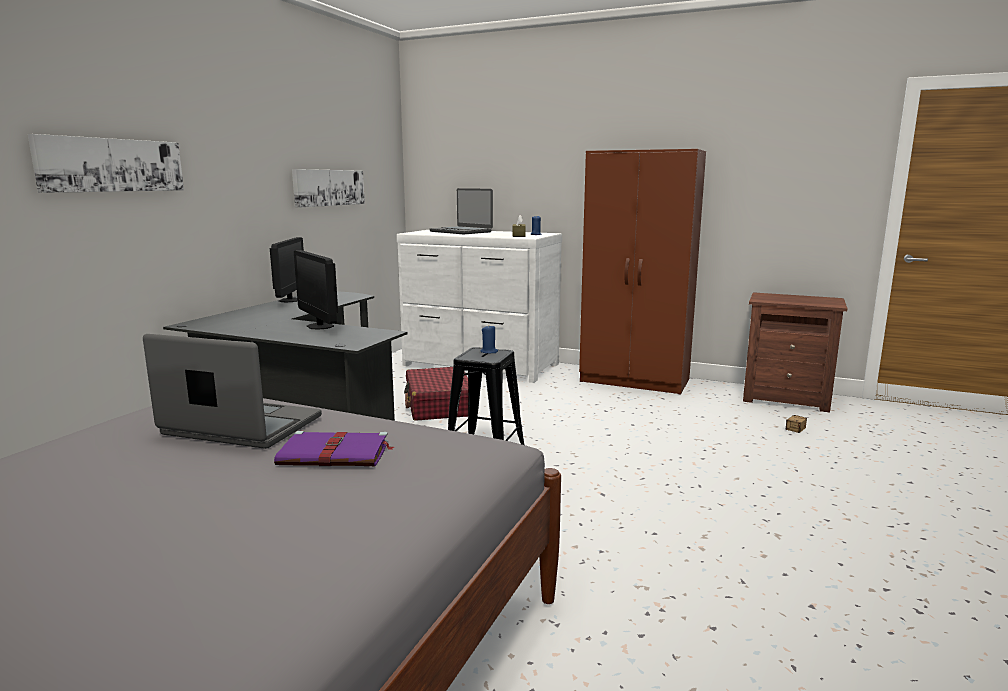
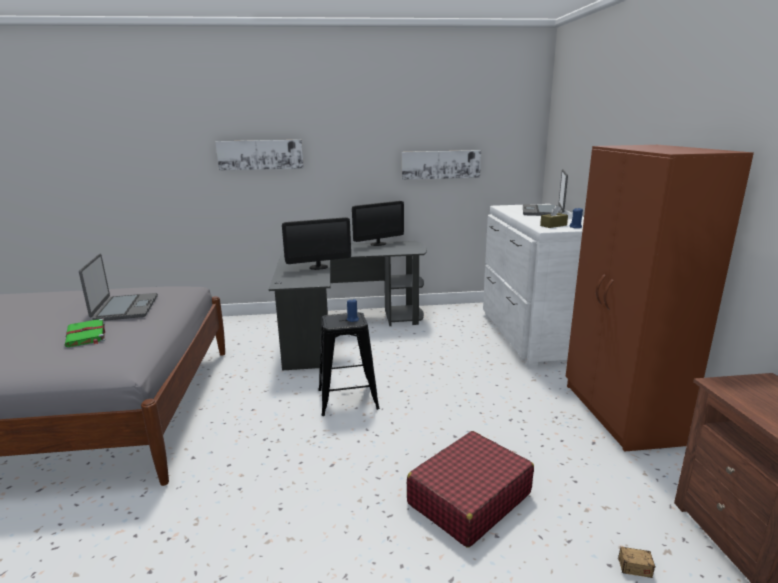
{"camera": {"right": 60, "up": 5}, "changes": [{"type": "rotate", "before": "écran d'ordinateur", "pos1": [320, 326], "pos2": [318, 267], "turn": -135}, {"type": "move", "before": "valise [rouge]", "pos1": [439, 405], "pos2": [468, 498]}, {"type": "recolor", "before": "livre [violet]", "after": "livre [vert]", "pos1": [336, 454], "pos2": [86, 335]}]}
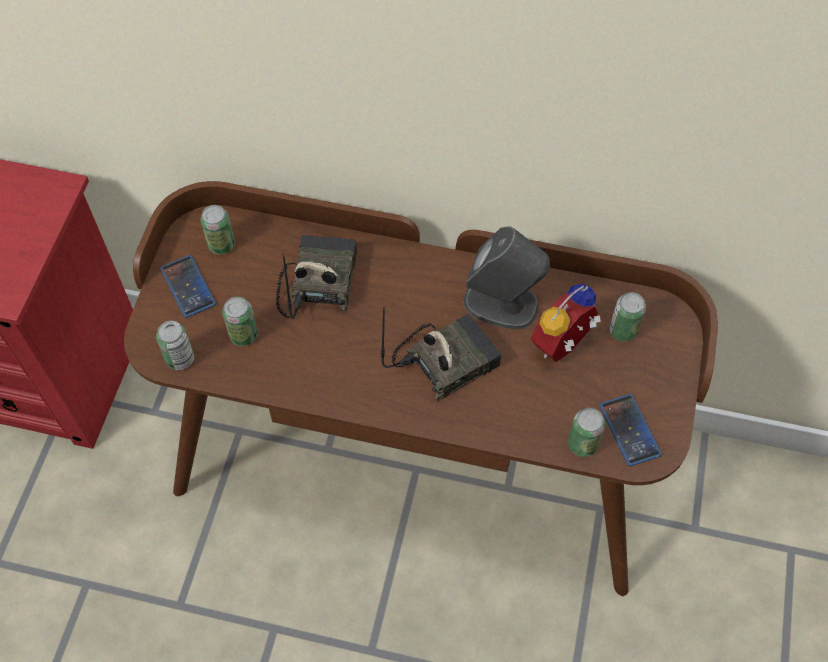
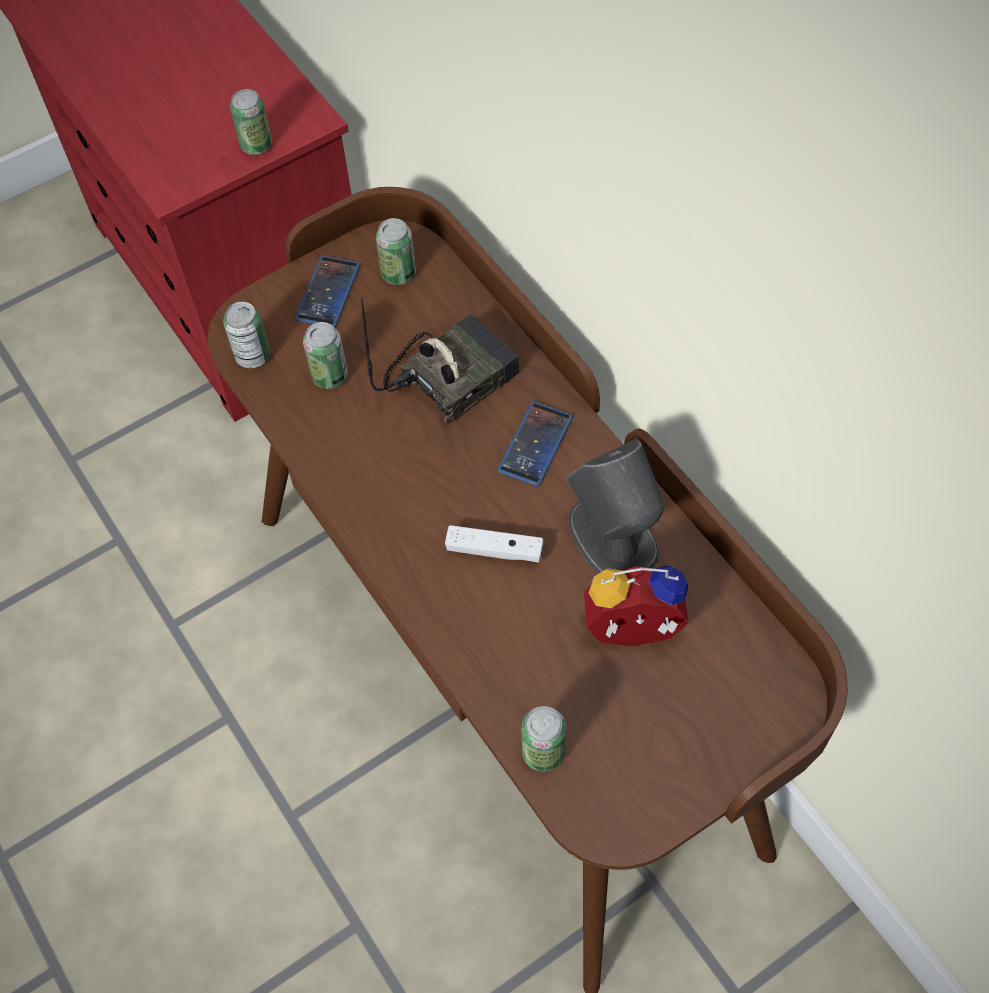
{"camera": {"right": 45, "up": 0}, "changes": [{"type": "move", "before": "boîte métallique", "pos1": [623, 330], "pos2": [256, 145]}, {"type": "replace", "before": "radio", "after": "manette [blanc]", "pos1": [445, 359], "pos2": [494, 550]}, {"type": "move", "before": "téléphone", "pos1": [629, 430], "pos2": [535, 444]}]}
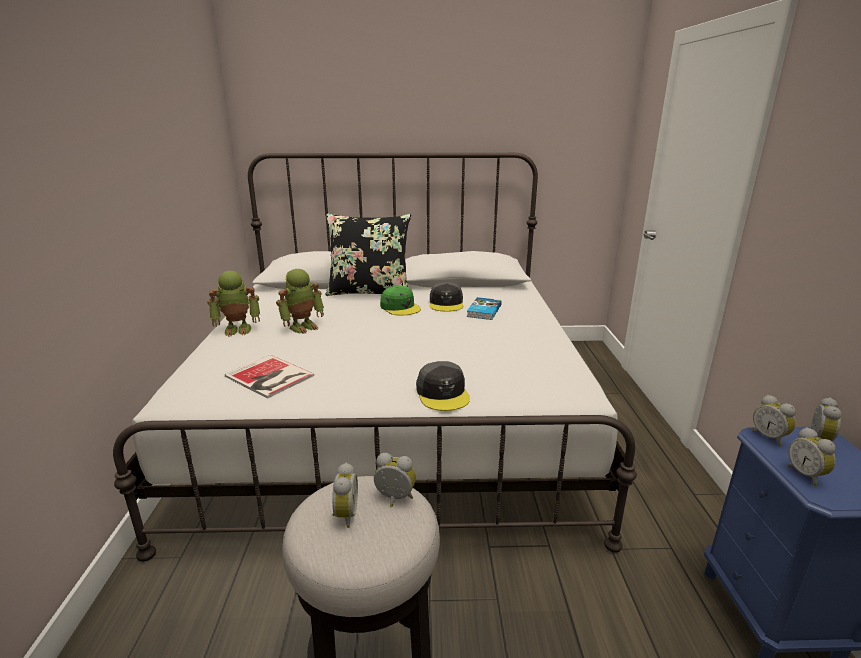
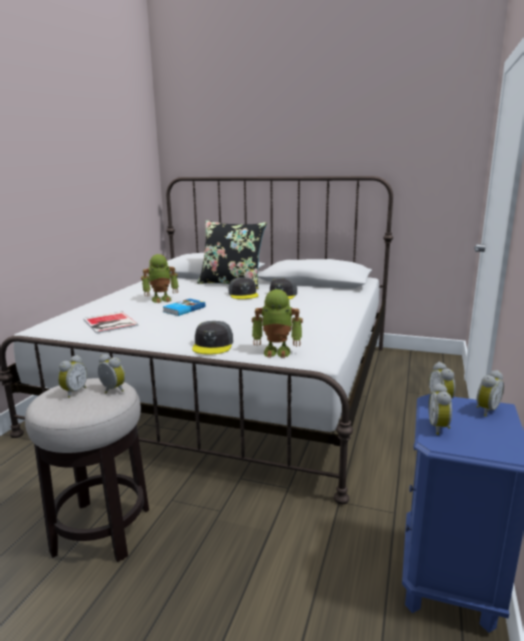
{"camera": {"right": 20, "up": -5}, "changes": [{"type": "move", "before": "robot jouet", "pos1": [238, 329], "pos2": [277, 351]}, {"type": "recolor", "before": "casquette [vert]", "after": "casquette [gris]", "pos1": [400, 307], "pos2": [243, 294]}, {"type": "move", "before": "livre", "pos1": [483, 311], "pos2": [183, 309]}]}
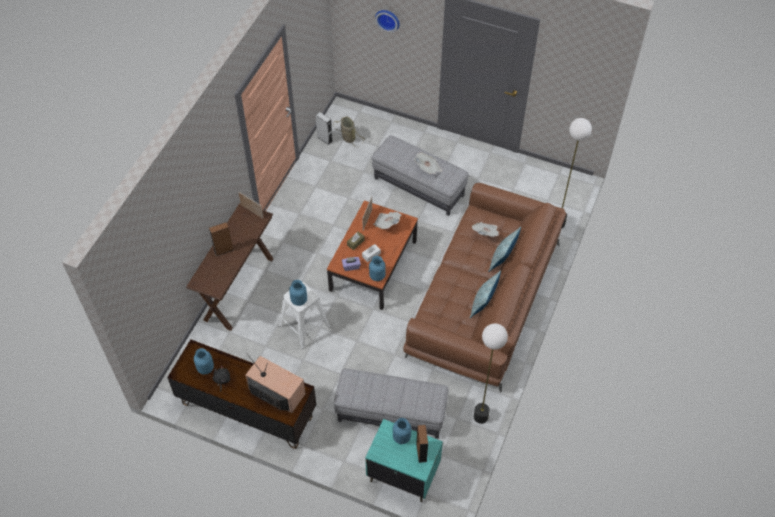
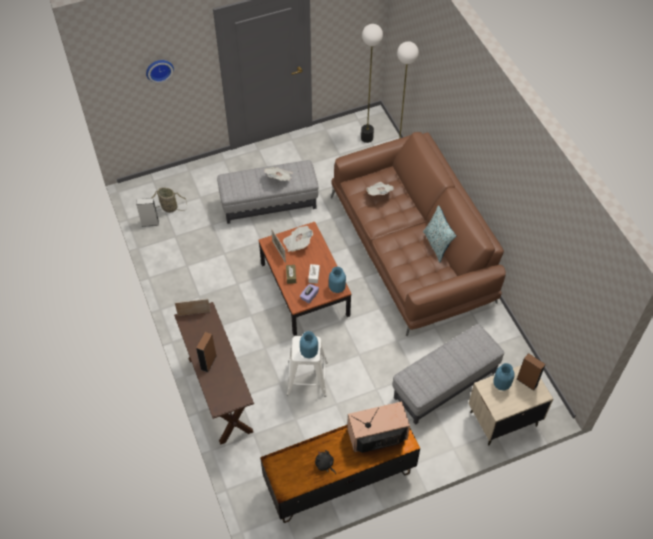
{"camera": {"right": -45, "up": 0}, "changes": [{"type": "delete", "before": "coussin", "pos1": [502, 259]}, {"type": "move", "before": "lampadaire", "pos1": [481, 417], "pos2": [367, 138]}, {"type": "delete", "before": "vase [bleu]", "pos1": [205, 368]}, {"type": "recolor", "before": "table de chevet [turquoise]", "after": "table de chevet [beige]", "pos1": [403, 474], "pos2": [502, 419]}]}
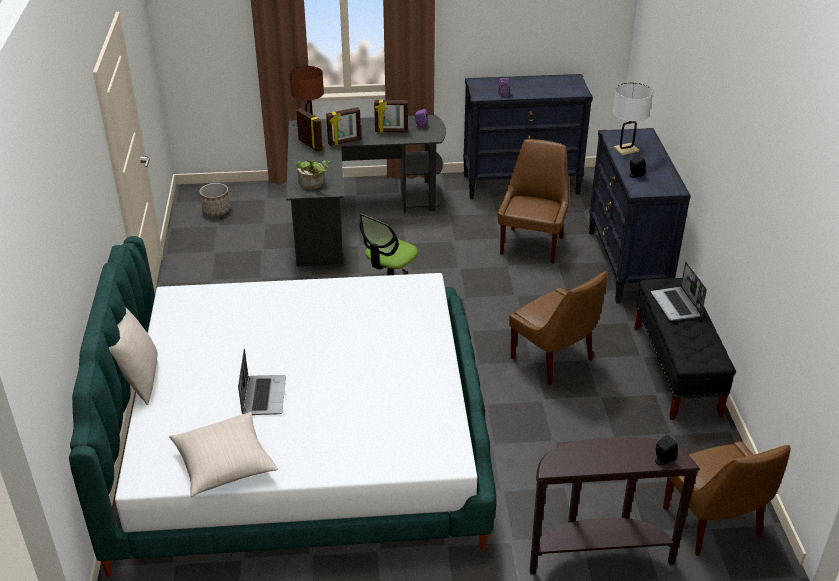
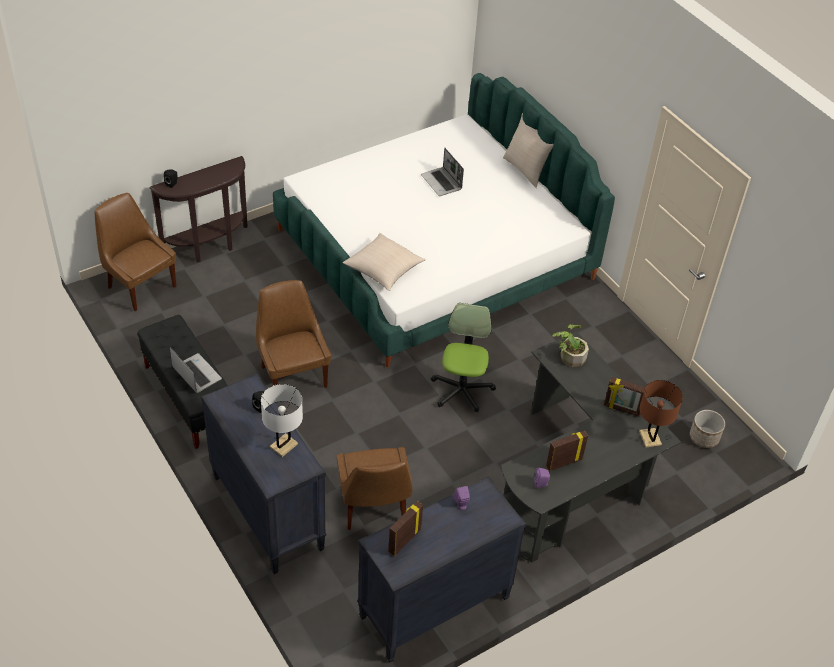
{"camera": {"right": 150, "up": 10}, "changes": [{"type": "move", "before": "cadre photo", "pos1": [344, 142], "pos2": [404, 540]}, {"type": "rotate", "before": "chaise [marron]", "pos1": [554, 360], "pos2": [293, 375], "turn": 45}, {"type": "move", "before": "coussin [beige]", "pos1": [224, 464], "pos2": [384, 269]}]}
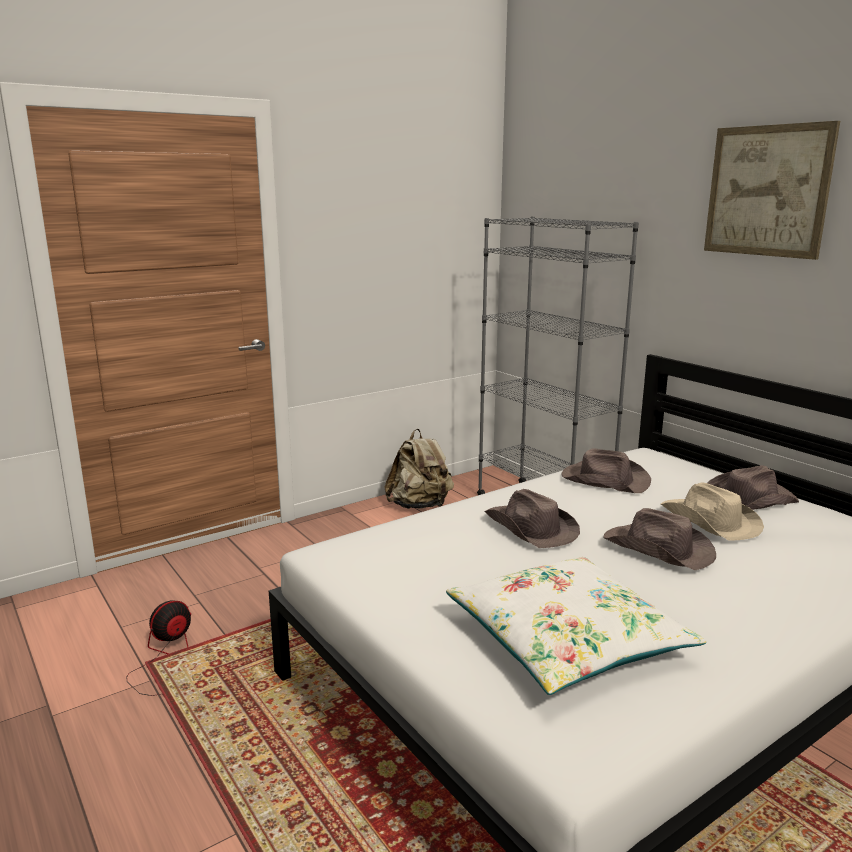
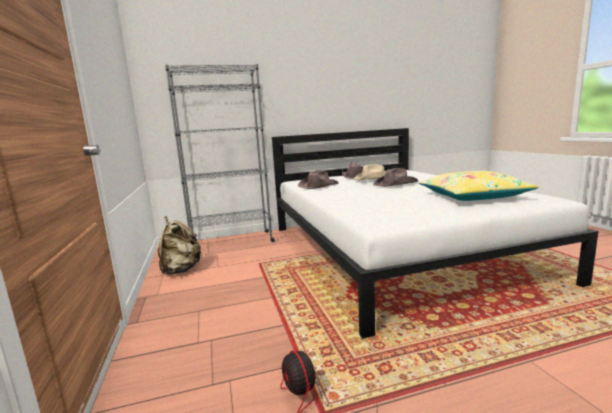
{"camera": {"right": -70, "up": -5}, "changes": [{"type": "delete", "before": "tableau", "pos1": [767, 191]}, {"type": "delete", "before": "chapeau [marron]", "pos1": [530, 528]}, {"type": "recolor", "before": "coussin [blanc]", "after": "coussin [jaune]", "pos1": [567, 640], "pos2": [472, 197]}]}
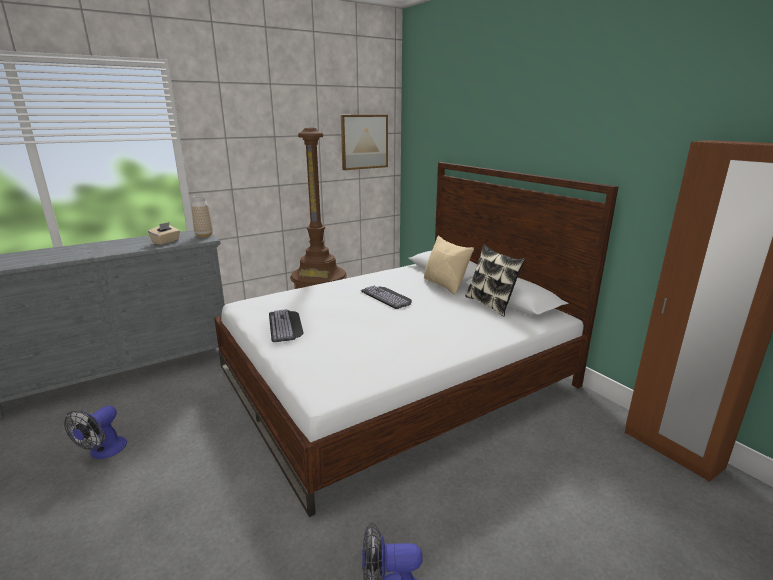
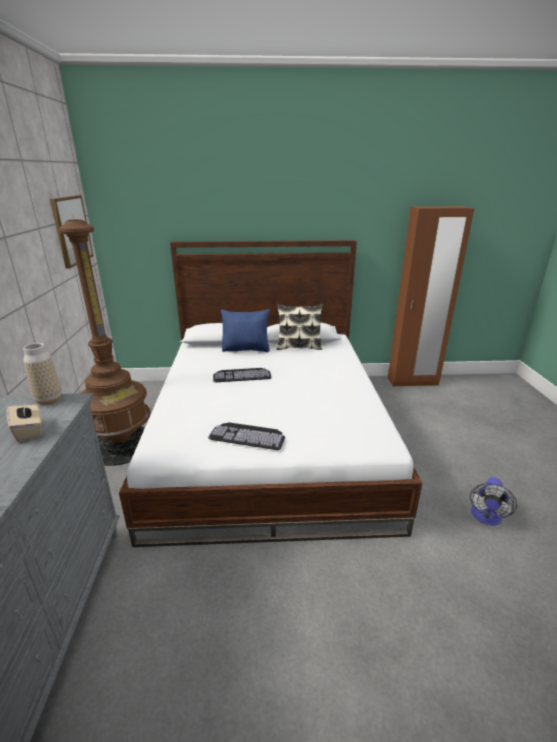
{"camera": {"right": -60, "up": 5}, "changes": [{"type": "recolor", "before": "coussin [beige]", "after": "coussin [bleu]", "pos1": [445, 285], "pos2": [246, 349]}, {"type": "delete", "before": "ventilateur", "pos1": [103, 452]}]}
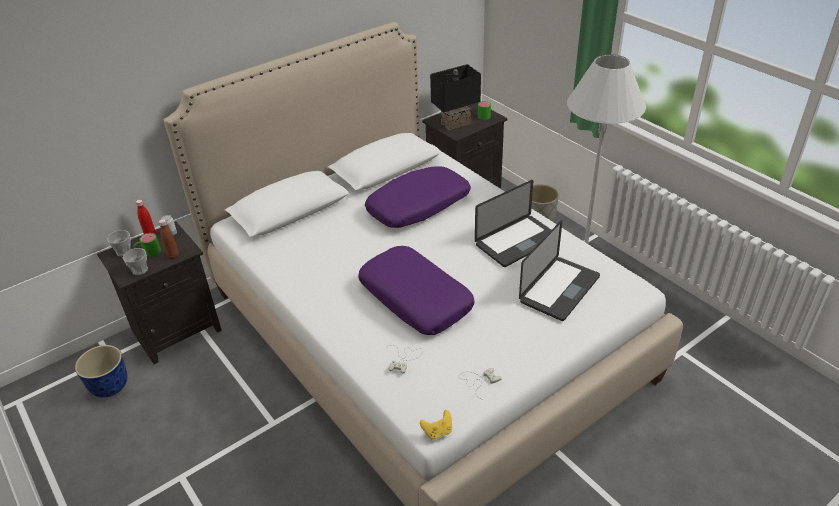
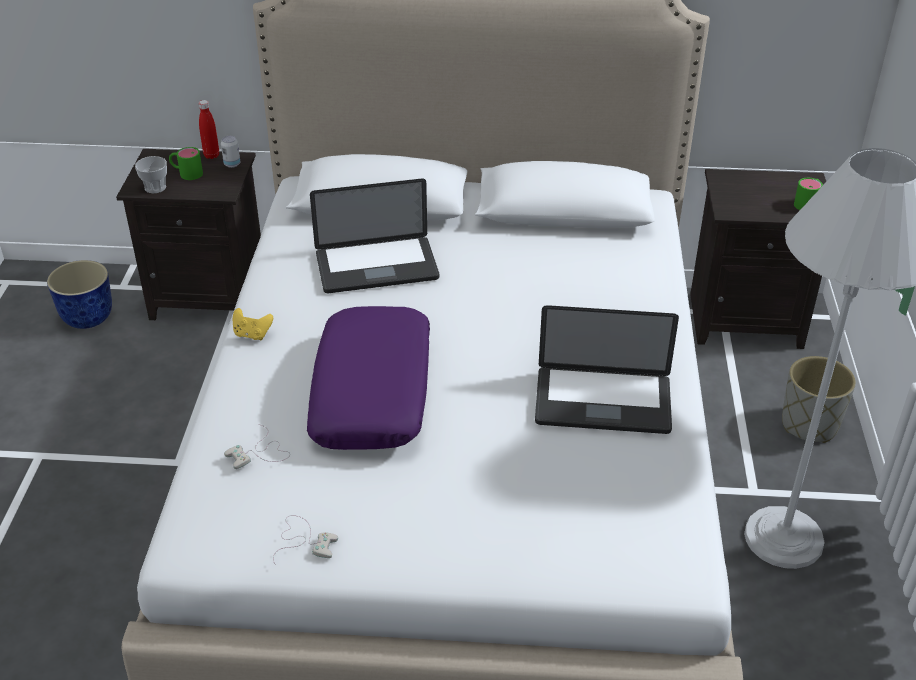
{"camera": {"right": 40, "up": 0}, "changes": [{"type": "delete", "before": "lampe de table [noir]", "pos1": [456, 124]}, {"type": "delete", "before": "coussin [violet]", "pos1": [418, 207]}, {"type": "delete", "before": "bouteille [marron]", "pos1": [173, 256]}, {"type": "move", "before": "ordinateur portable", "pos1": [559, 289], "pos2": [377, 267]}, {"type": "delete", "before": "tasse", "pos1": [124, 251]}, {"type": "move", "before": "manette [jaune]", "pos1": [438, 432], "pos2": [252, 334]}]}
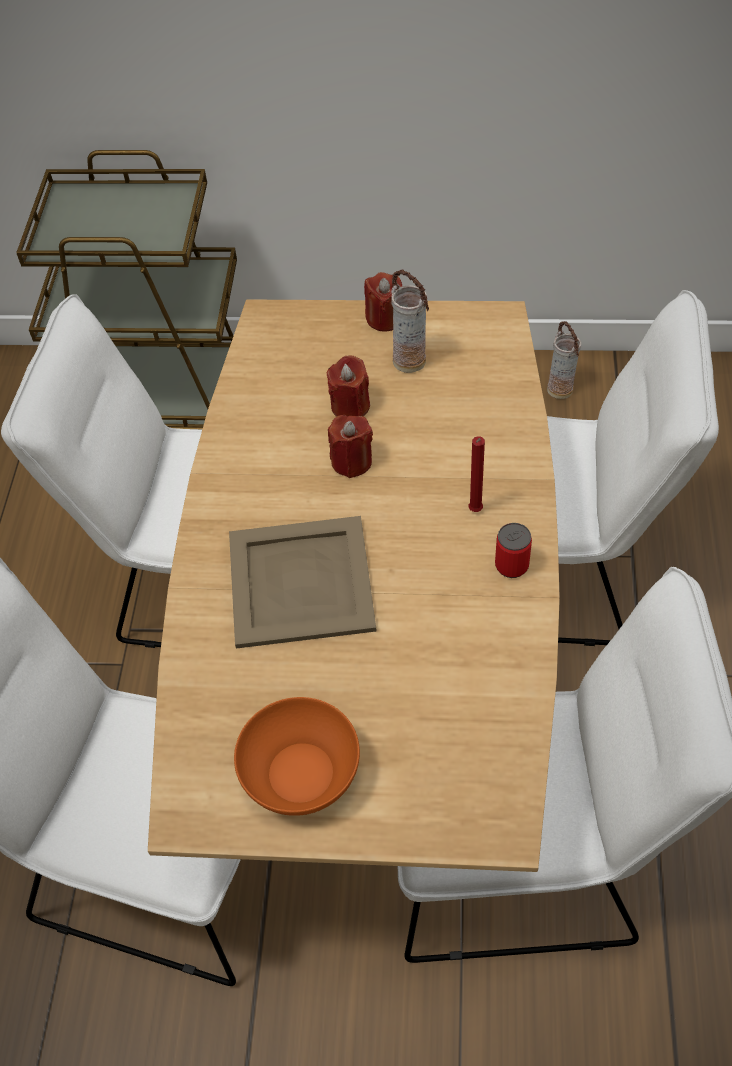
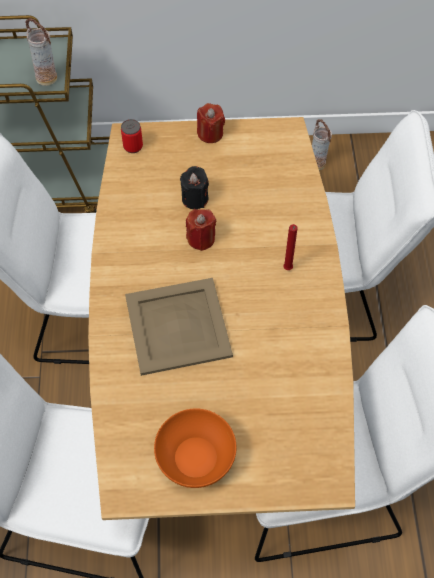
{"camera": {"right": -10, "up": 5}, "changes": [{"type": "move", "before": "vase", "pos1": [410, 360], "pos2": [47, 77]}, {"type": "recolor", "before": "bougie [rouge]", "after": "bougie [noir]", "pos1": [350, 406], "pos2": [195, 199]}, {"type": "move", "before": "boîte métallique", "pos1": [511, 565], "pos2": [133, 146]}]}
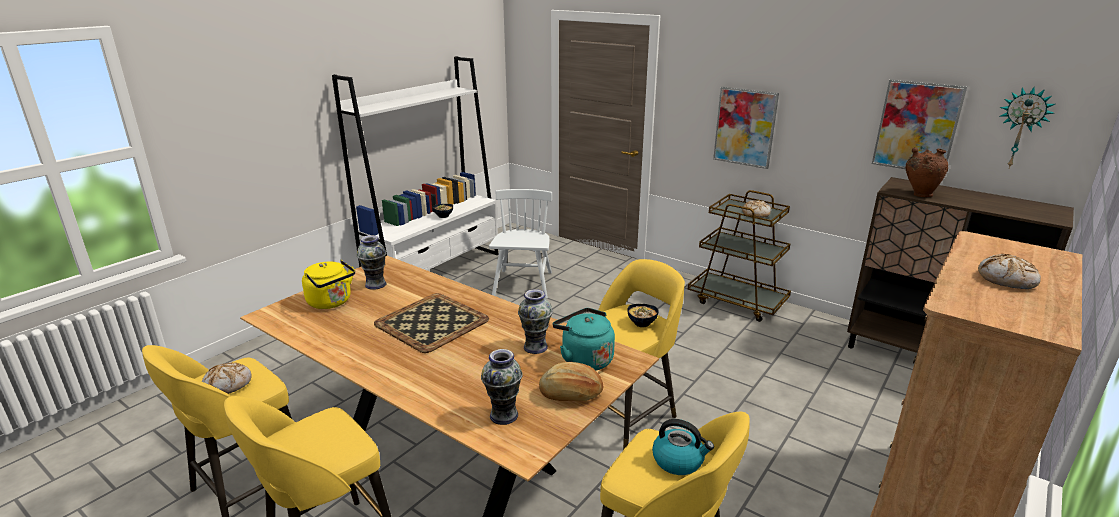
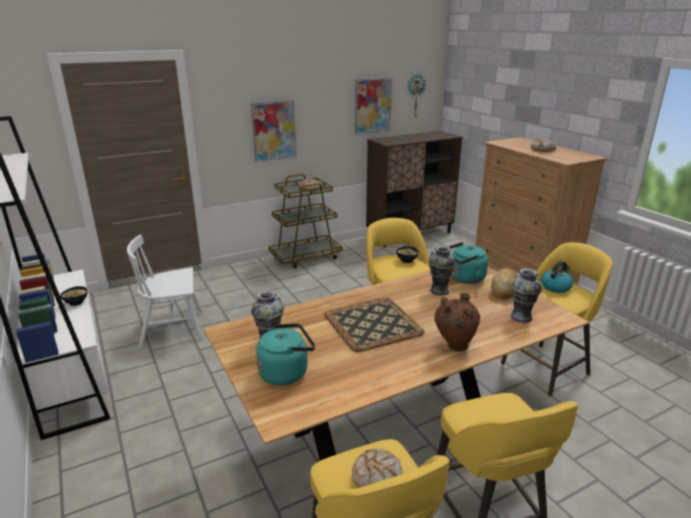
{"camera": {"right": -65, "up": 0}, "changes": [{"type": "move", "before": "vase [marron]", "pos1": [919, 194], "pos2": [454, 346]}, {"type": "rotate", "before": "chaise [blanc]", "pos1": [523, 284], "pos2": [173, 329], "turn": -45}, {"type": "recolor", "before": "bouilloire [jaune]", "after": "bouilloire [turquoise]", "pos1": [331, 302], "pos2": [286, 372]}]}
